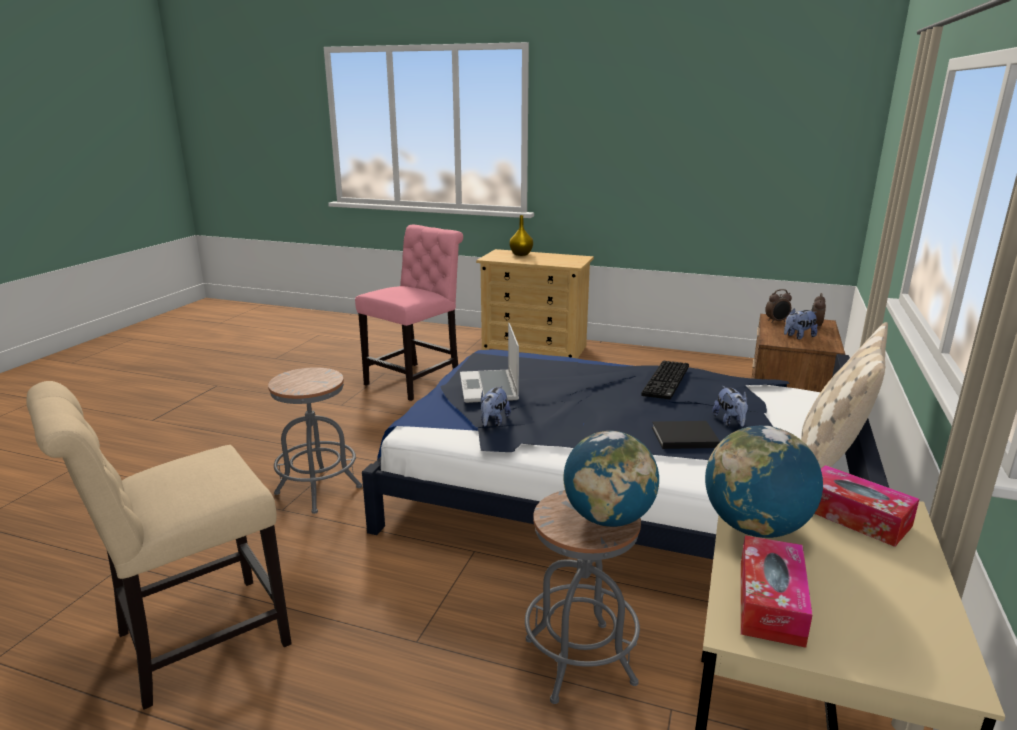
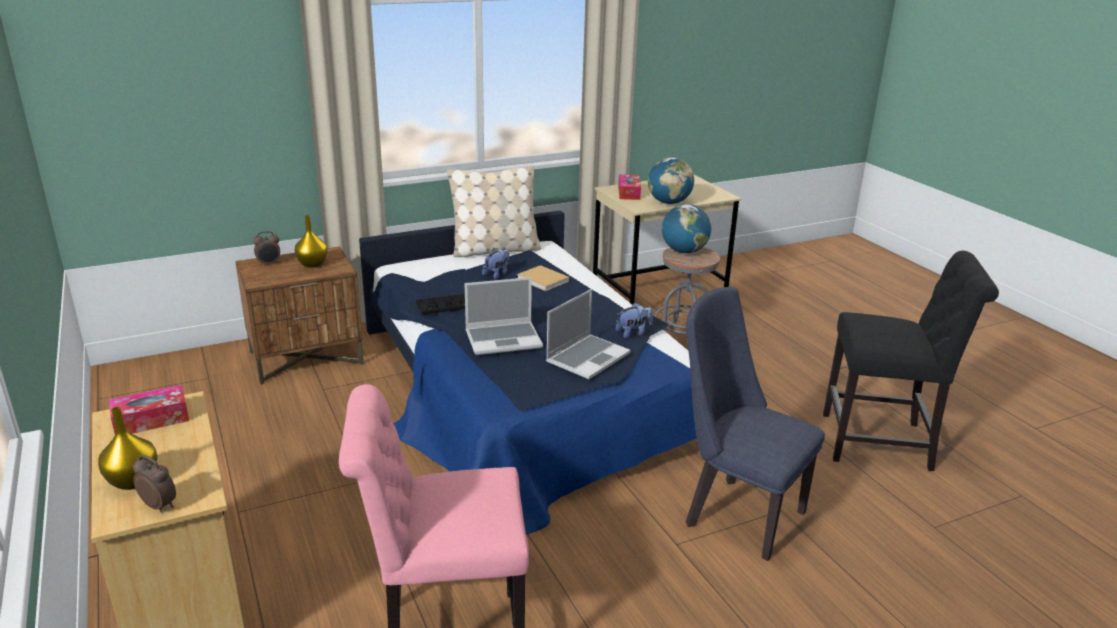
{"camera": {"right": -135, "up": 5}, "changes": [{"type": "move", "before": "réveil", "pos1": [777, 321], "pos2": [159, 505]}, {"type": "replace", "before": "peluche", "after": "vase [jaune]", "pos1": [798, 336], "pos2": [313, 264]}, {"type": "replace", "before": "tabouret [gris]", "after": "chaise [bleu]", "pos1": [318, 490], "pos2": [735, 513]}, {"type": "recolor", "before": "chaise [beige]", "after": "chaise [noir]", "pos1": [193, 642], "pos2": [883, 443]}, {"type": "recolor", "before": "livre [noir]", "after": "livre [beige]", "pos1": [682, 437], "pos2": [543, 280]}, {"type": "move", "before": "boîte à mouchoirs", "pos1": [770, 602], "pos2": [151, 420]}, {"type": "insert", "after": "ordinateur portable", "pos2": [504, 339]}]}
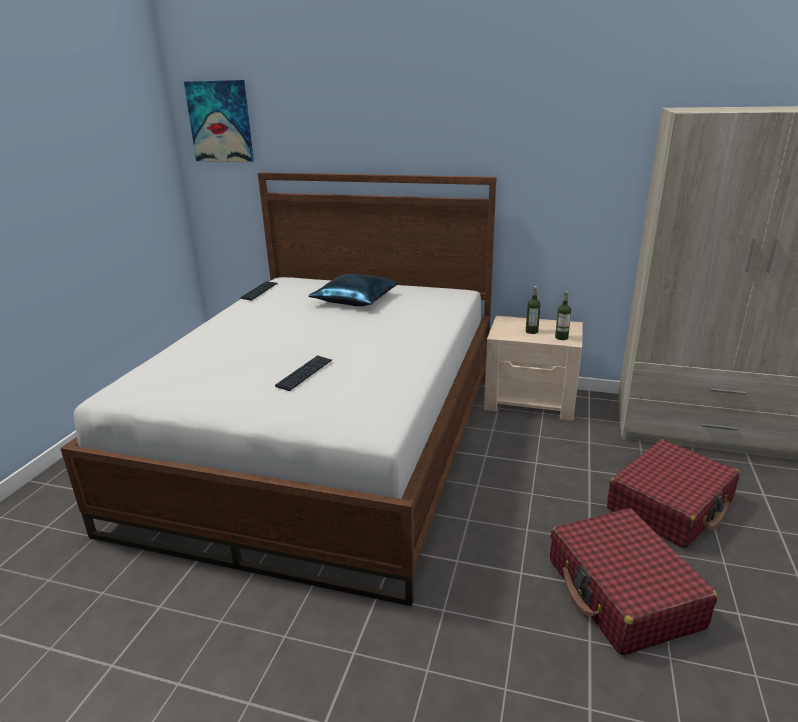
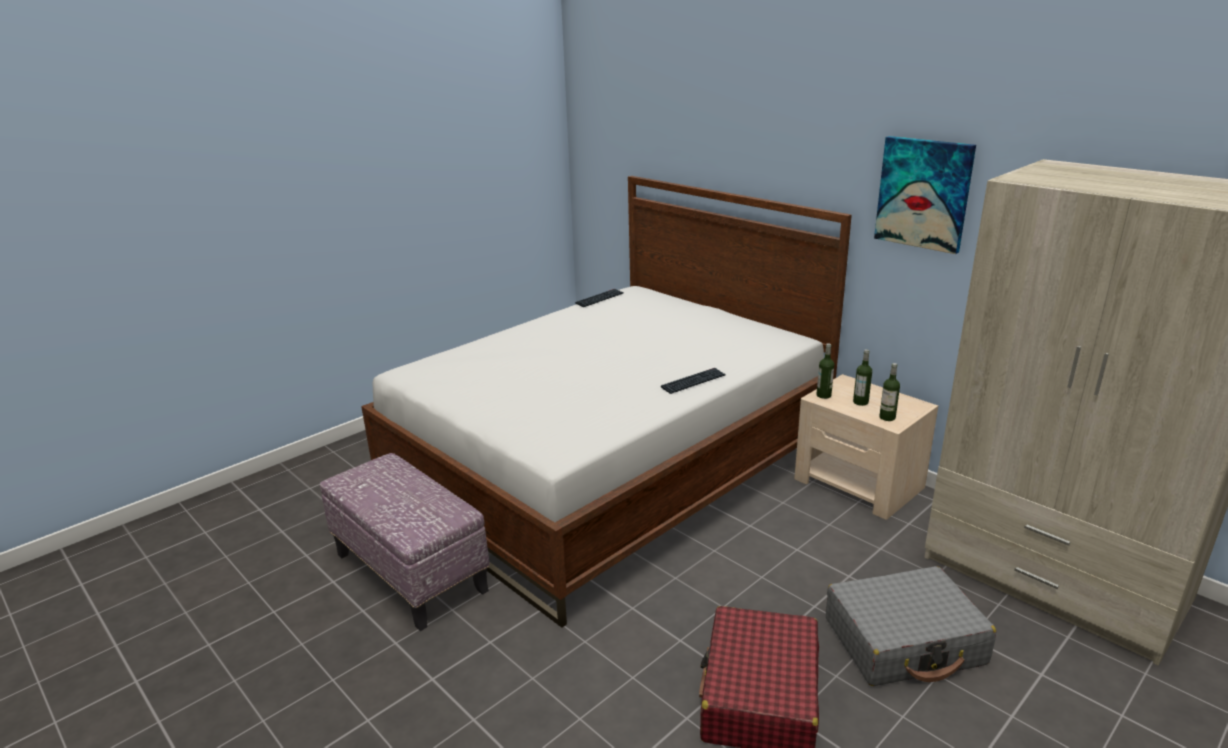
{"camera": {"right": 30, "up": 0}, "changes": [{"type": "move", "before": "tableau", "pos1": [220, 121], "pos2": [923, 193]}, {"type": "delete", "before": "coussin [bleu]", "pos1": [354, 299]}, {"type": "move", "before": "clavier", "pos1": [305, 374], "pos2": [693, 382]}, {"type": "recolor", "before": "valise [rouge]", "after": "valise [gris]", "pos1": [670, 505], "pos2": [904, 641]}, {"type": "insert", "after": "bouteille", "pos2": [823, 395]}, {"type": "insert", "after": "pouf", "pos2": [412, 572]}]}
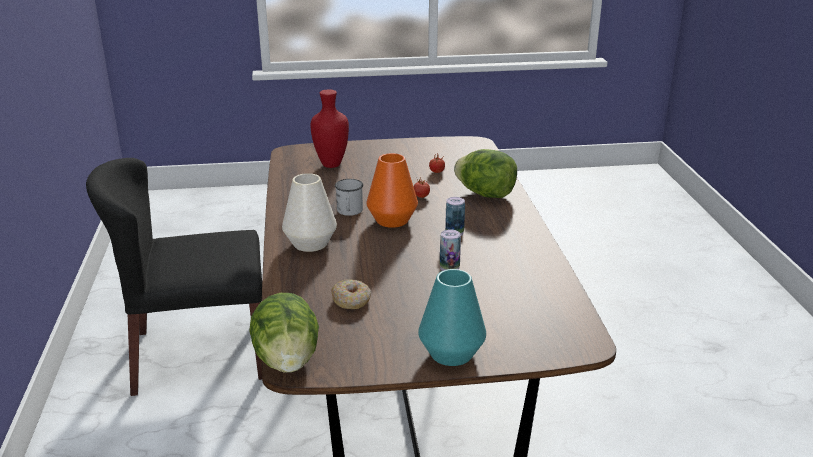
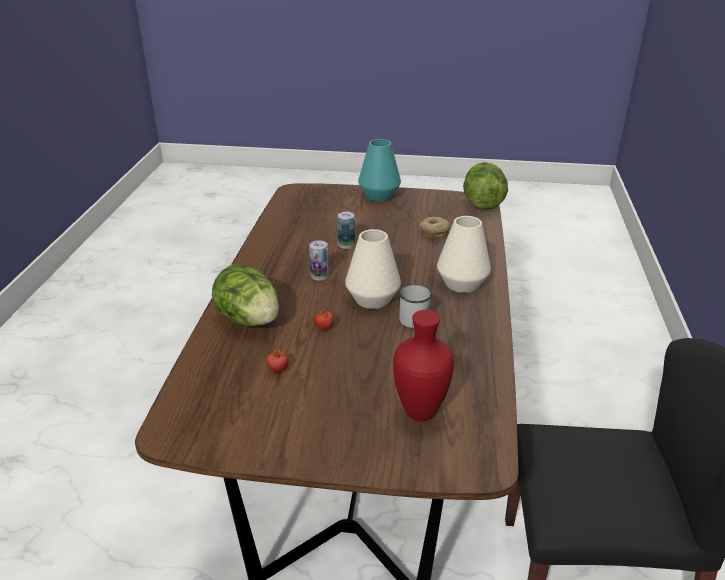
{"camera": {"right": -165, "up": 5}, "changes": [{"type": "recolor", "before": "vase [orange]", "after": "vase [blanc]", "pos1": [392, 220], "pos2": [372, 299]}]}
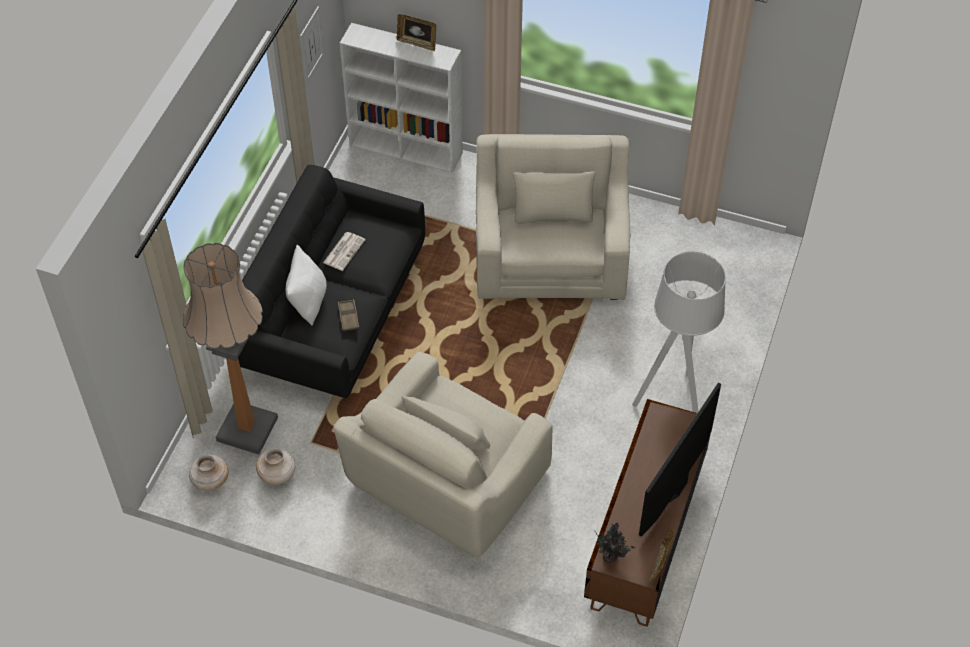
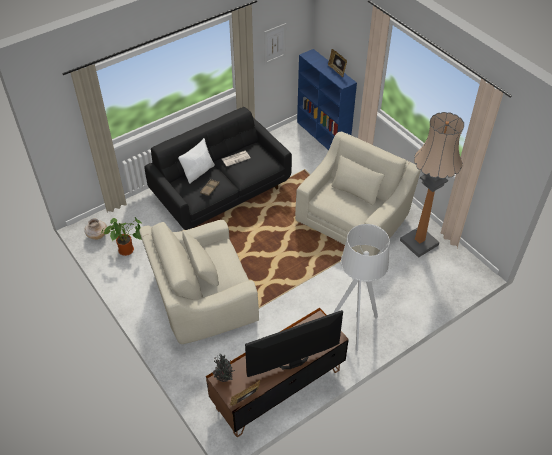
{"camera": {"right": 35, "up": -5}, "changes": [{"type": "recolor", "before": "bibliothèque [blanc]", "after": "bibliothèque [bleu]", "pos1": [407, 149], "pos2": [323, 136]}, {"type": "move", "before": "lampadaire", "pos1": [247, 429], "pos2": [419, 242]}, {"type": "replace", "before": "vase [beige]", "after": "plante en pot", "pos1": [277, 475], "pos2": [128, 250]}]}
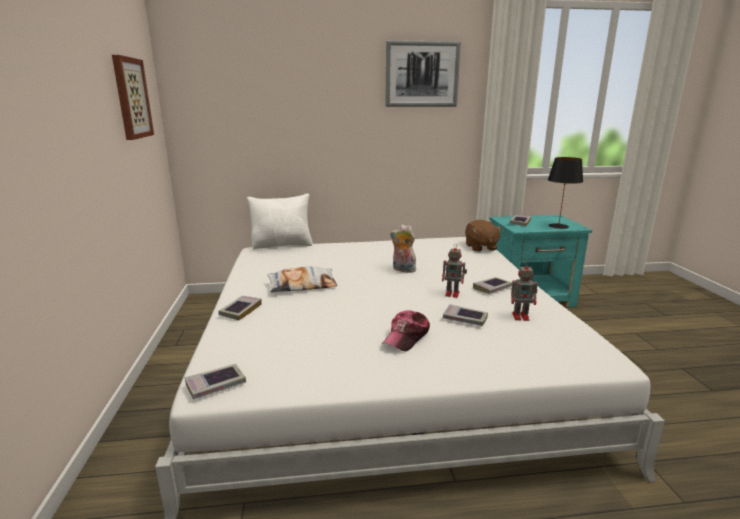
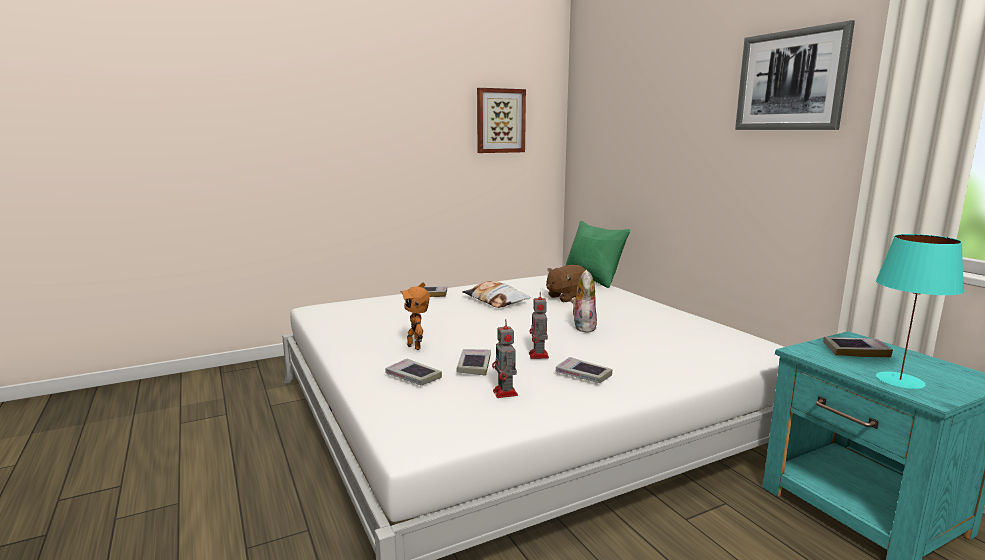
{"camera": {"right": 70, "up": -5}, "changes": [{"type": "recolor", "before": "lampe de table [noir]", "after": "lampe de table [turquoise]", "pos1": [559, 226], "pos2": [900, 381]}, {"type": "recolor", "before": "coussin [blanc]", "after": "coussin [vert]", "pos1": [282, 245], "pos2": [593, 279]}, {"type": "move", "before": "peluche [marron]", "pos1": [480, 247], "pos2": [567, 297]}, {"type": "replace", "before": "casquette", "after": "robot jouet", "pos1": [406, 337], "pos2": [416, 346]}, {"type": "move", "before": "livre", "pos1": [216, 385], "pos2": [413, 376]}]}
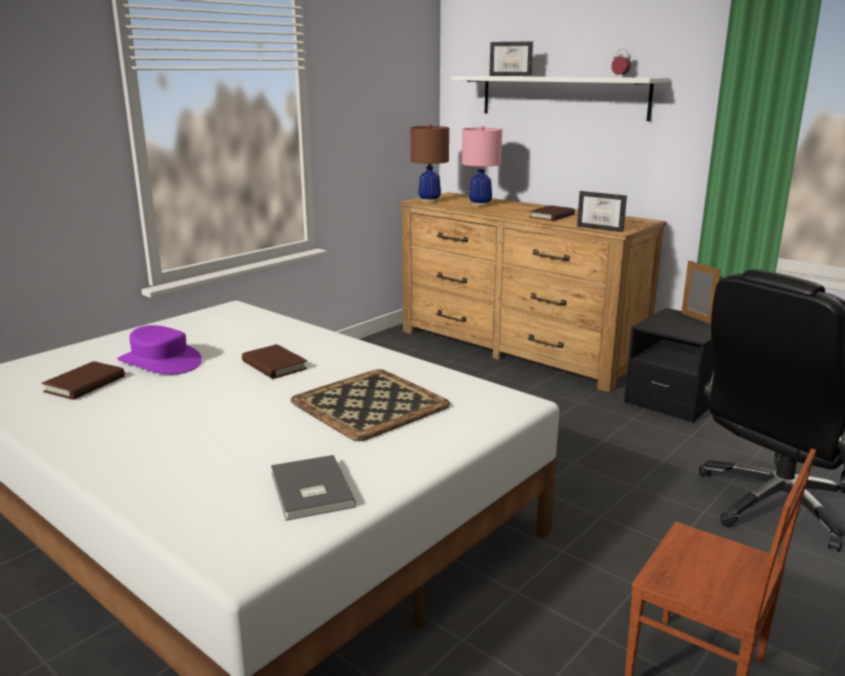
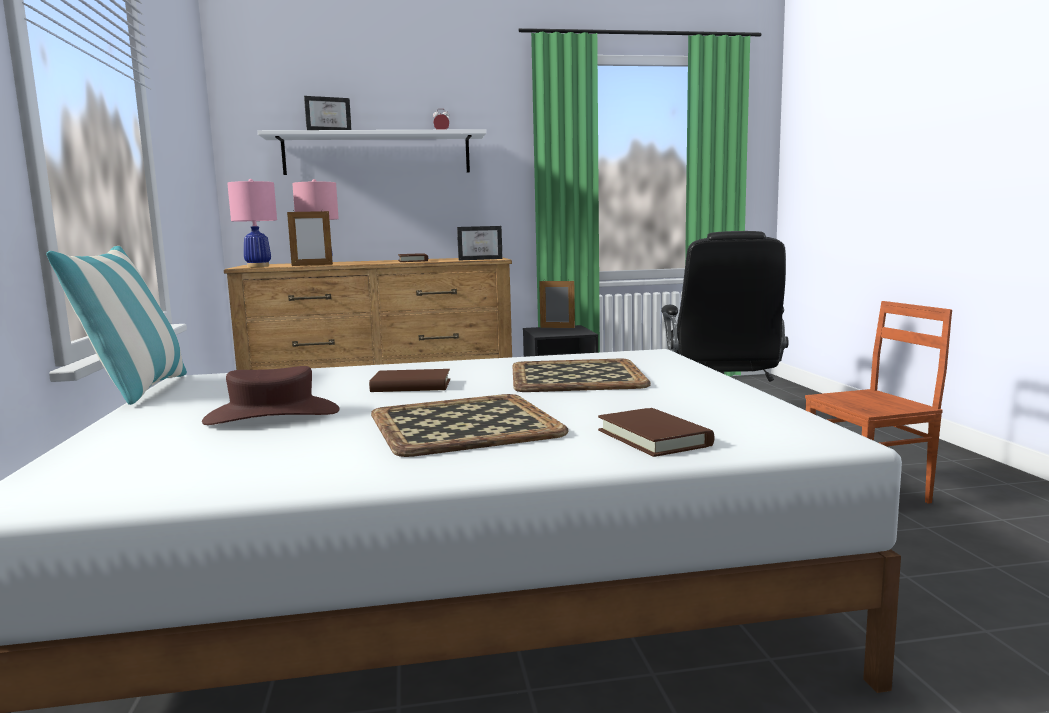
{"camera": {"right": -50, "up": -10}, "changes": [{"type": "recolor", "before": "lampe de table [marron]", "after": "lampe de table [rose]", "pos1": [429, 201], "pos2": [258, 266]}, {"type": "recolor", "before": "chapeau [violet]", "after": "chapeau [marron]", "pos1": [160, 361], "pos2": [273, 415]}, {"type": "move", "before": "livre [marron]", "pos1": [85, 384], "pos2": [653, 438]}, {"type": "delete", "before": "livre [gris]", "pos1": [309, 491]}, {"type": "insert", "after": "cadre photo", "pos2": [312, 265]}, {"type": "insert", "after": "coussin", "pos2": [137, 391]}, {"type": "insert", "after": "plateau", "pos2": [462, 424]}]}
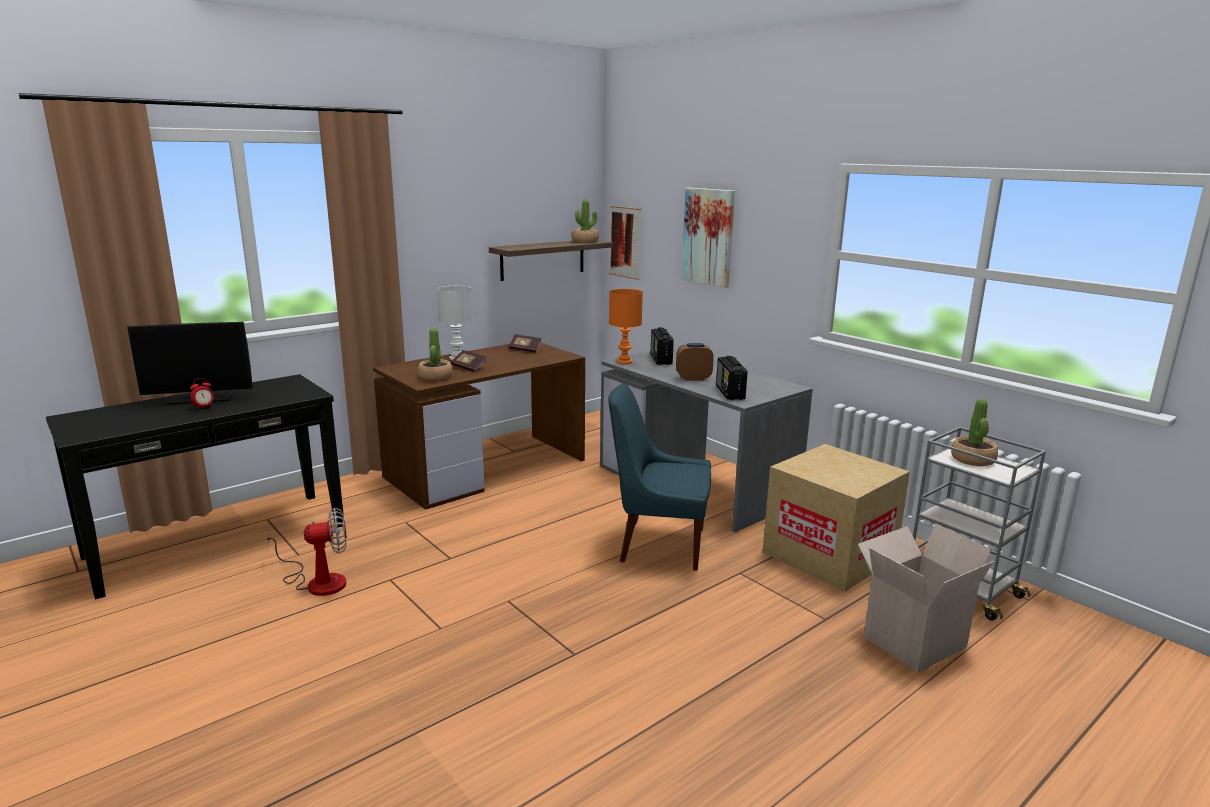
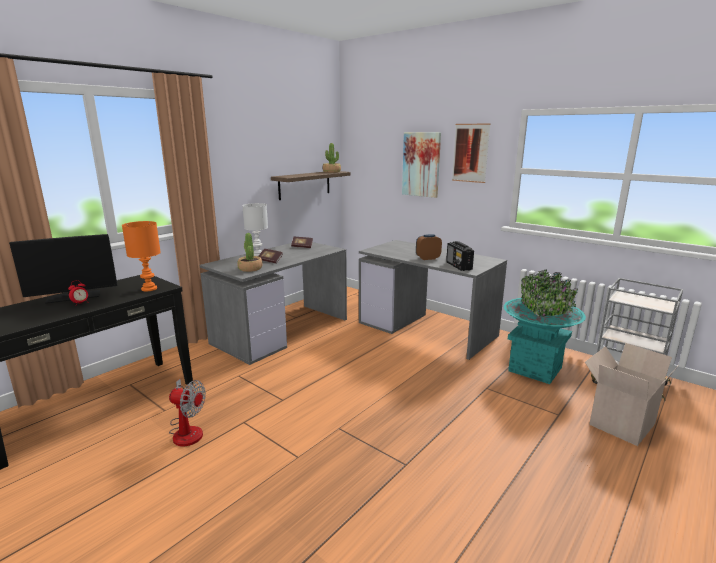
{"camera": {"right": -10, "up": 0}, "changes": [{"type": "move", "before": "tableau", "pos1": [625, 242], "pos2": [470, 153]}, {"type": "move", "before": "lampe de table [orange]", "pos1": [624, 362], "pos2": [148, 289]}, {"type": "delete", "before": "radio", "pos1": [661, 359]}, {"type": "recolor", "before": "bureau [marron]", "after": "bureau [gris]", "pos1": [486, 468], "pos2": [281, 330]}, {"type": "delete", "before": "chaise [bleu]", "pos1": [658, 545]}, {"type": "delete", "before": "plante en pot", "pos1": [973, 459]}, {"type": "replace", "before": "carton", "after": "cache-pot [turquoise]", "pos1": [829, 555], "pos2": [535, 369]}, {"type": "rotate", "before": "ventilateur", "pos1": [317, 581], "pos2": [187, 430], "turn": 45}]}
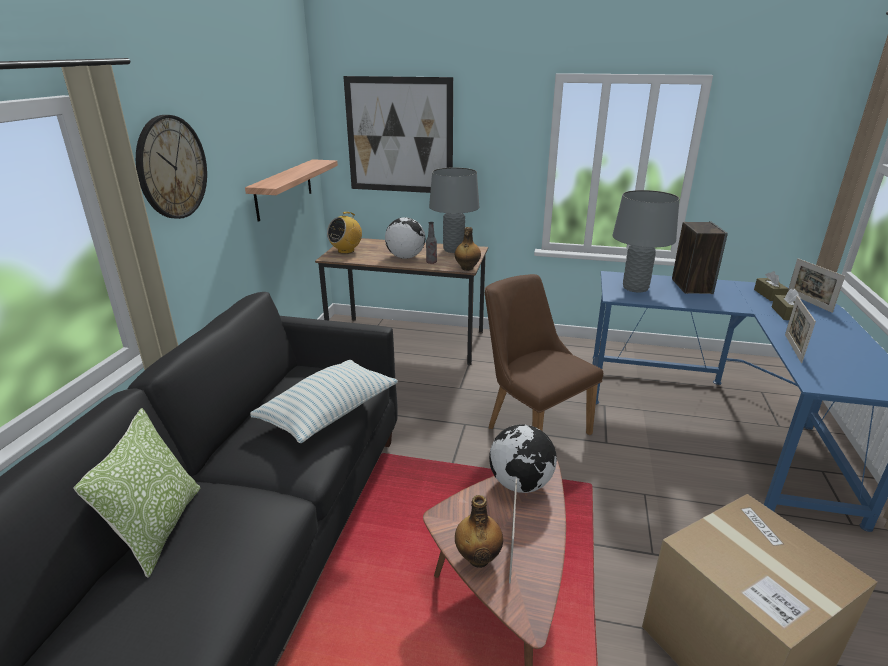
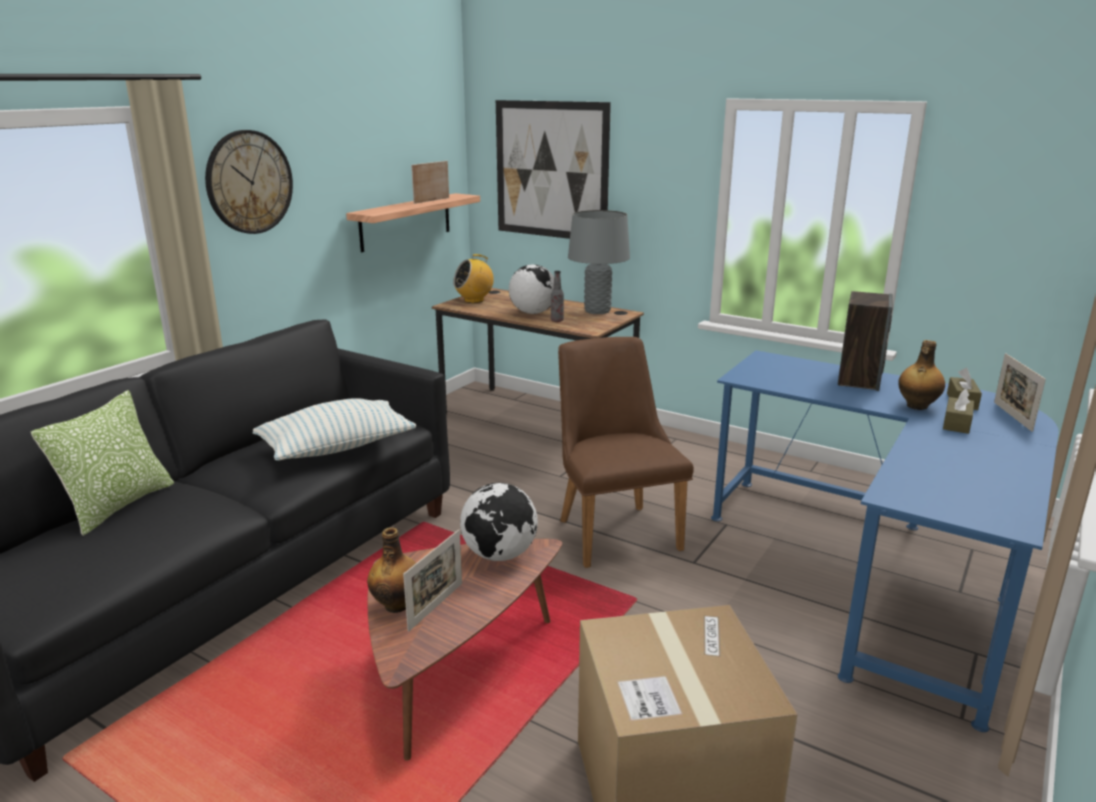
{"camera": {"right": 20, "up": -5}, "changes": [{"type": "delete", "before": "lampe de table [gris]", "pos1": [635, 288]}, {"type": "move", "before": "bouteille", "pos1": [467, 268], "pos2": [916, 406]}, {"type": "move", "before": "cadre photo", "pos1": [793, 348], "pos2": [431, 200]}]}
